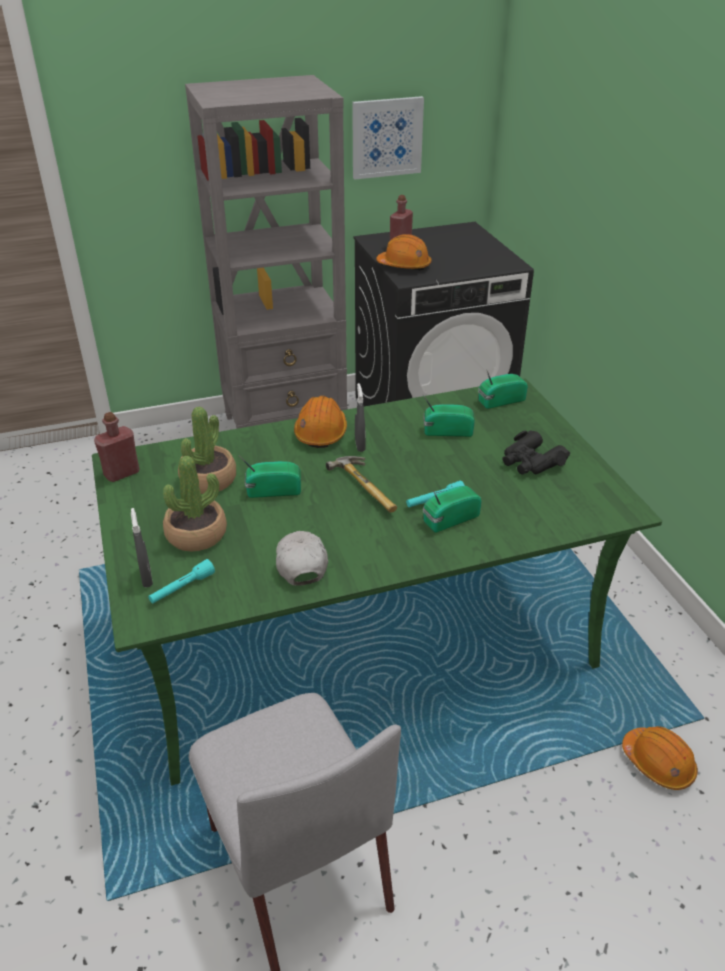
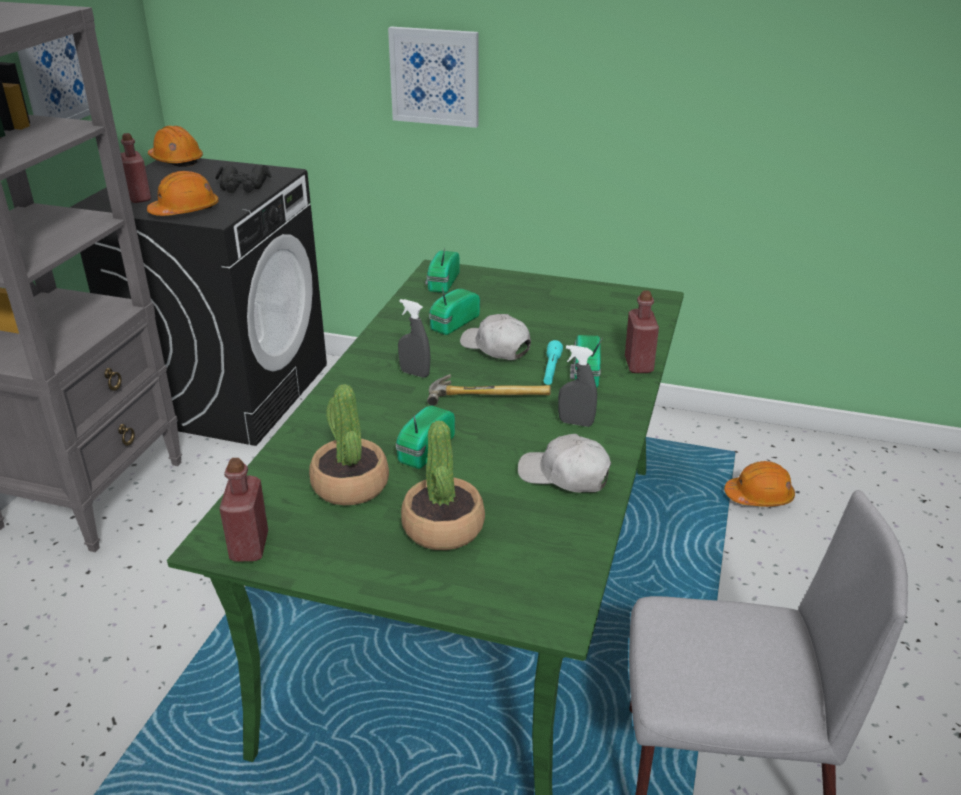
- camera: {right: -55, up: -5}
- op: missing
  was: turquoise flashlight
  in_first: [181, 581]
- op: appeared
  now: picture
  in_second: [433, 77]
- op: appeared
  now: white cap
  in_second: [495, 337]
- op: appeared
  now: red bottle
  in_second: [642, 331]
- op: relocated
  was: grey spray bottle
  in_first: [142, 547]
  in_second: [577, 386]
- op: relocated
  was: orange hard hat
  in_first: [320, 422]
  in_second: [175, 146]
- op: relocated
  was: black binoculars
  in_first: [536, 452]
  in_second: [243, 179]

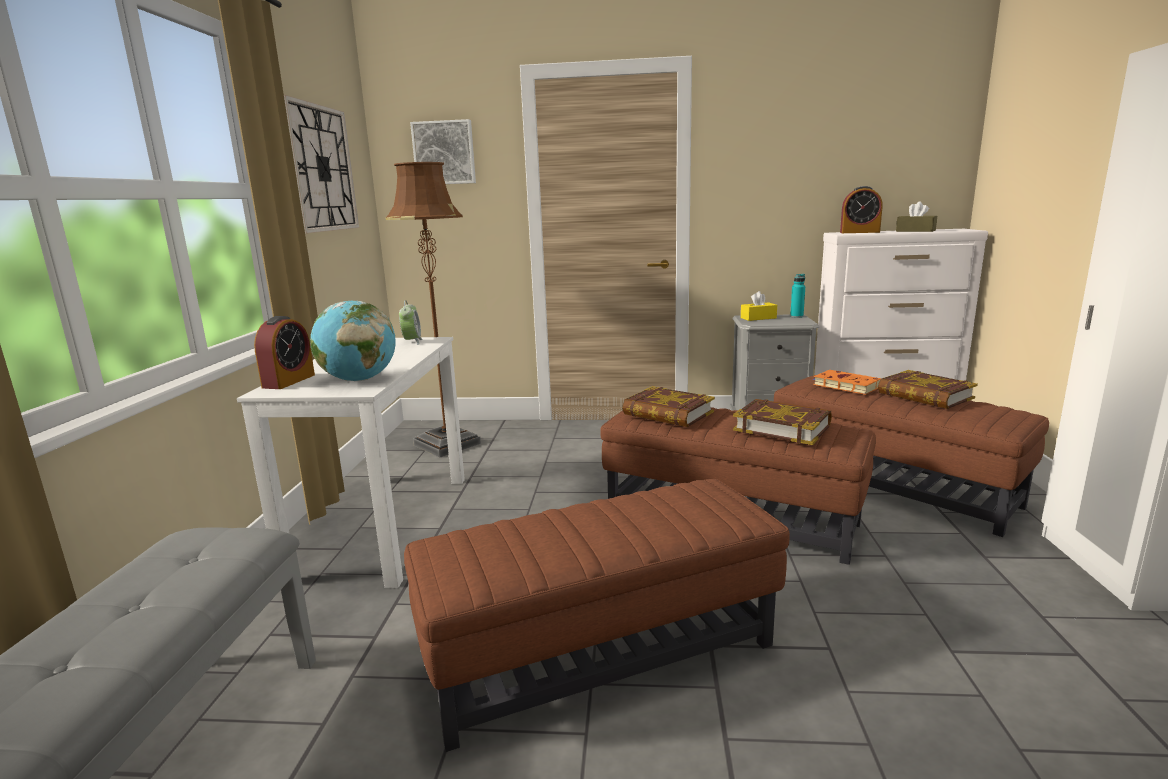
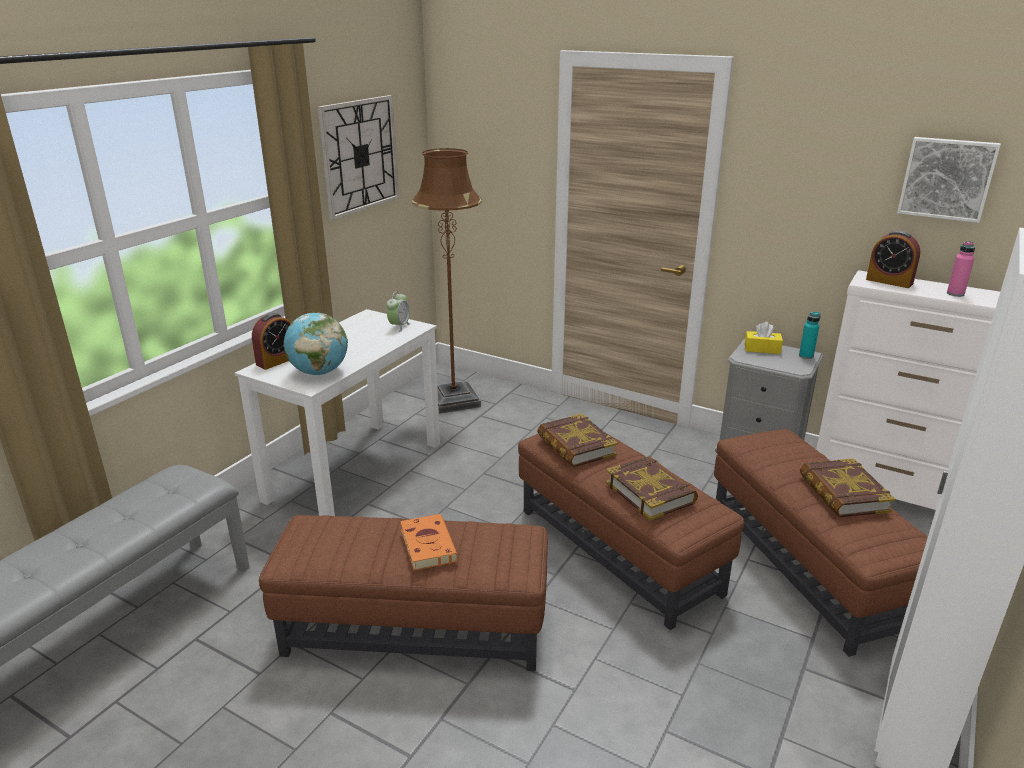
- camera: {right: 25, up: 10}
- op: relocated
  was: picture
  in_first: [443, 151]
  in_second: [949, 180]
- op: relocated
  was: orange book
  in_first: [847, 382]
  in_second: [429, 542]
- op: exchanged
  was: brown tissue box
  now: pink bottle
  in_first: [916, 217]
  in_second: [961, 269]

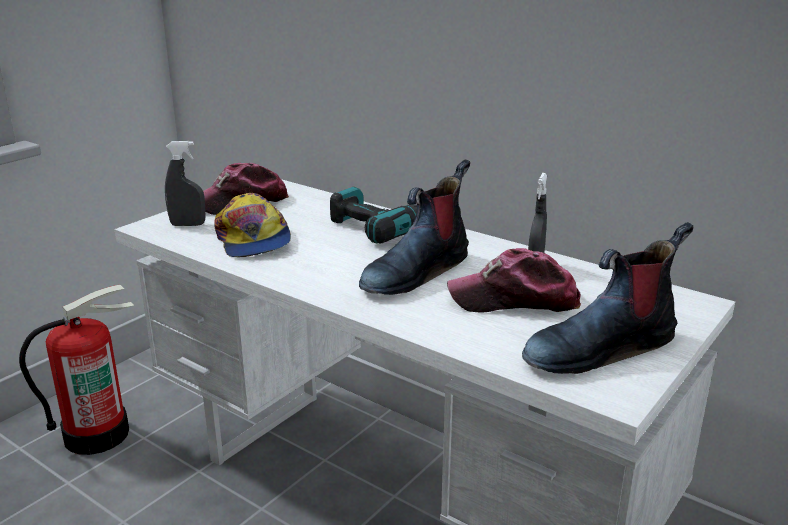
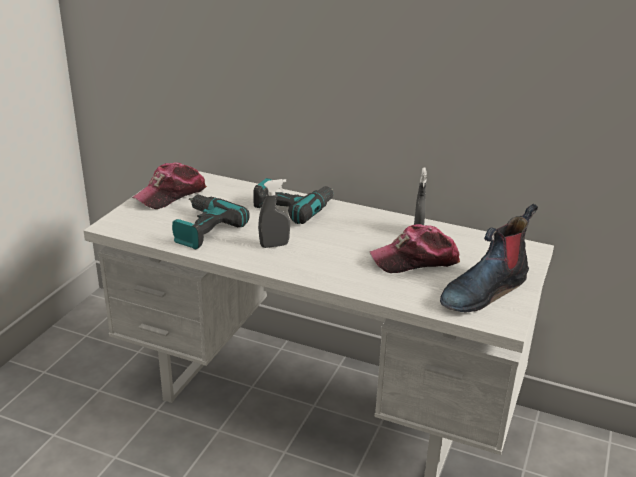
- camera: {right: -15, up: 5}
- op: missing
  was: fire extinguisher
  in_first: [76, 370]
- op: missing
  was: boot
  in_first: [414, 227]
- op: relocated
  was: grey spray bottle
  in_first: [185, 183]
  in_second: [274, 213]
- op: exchanged
  was: cap
  now: power drill
  in_first: [252, 225]
  in_second: [211, 222]

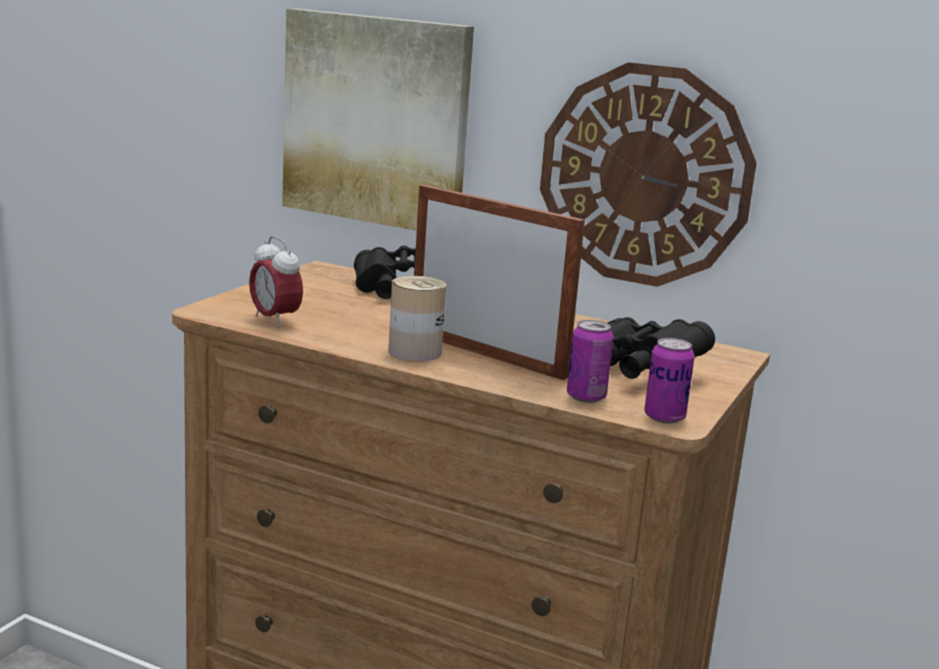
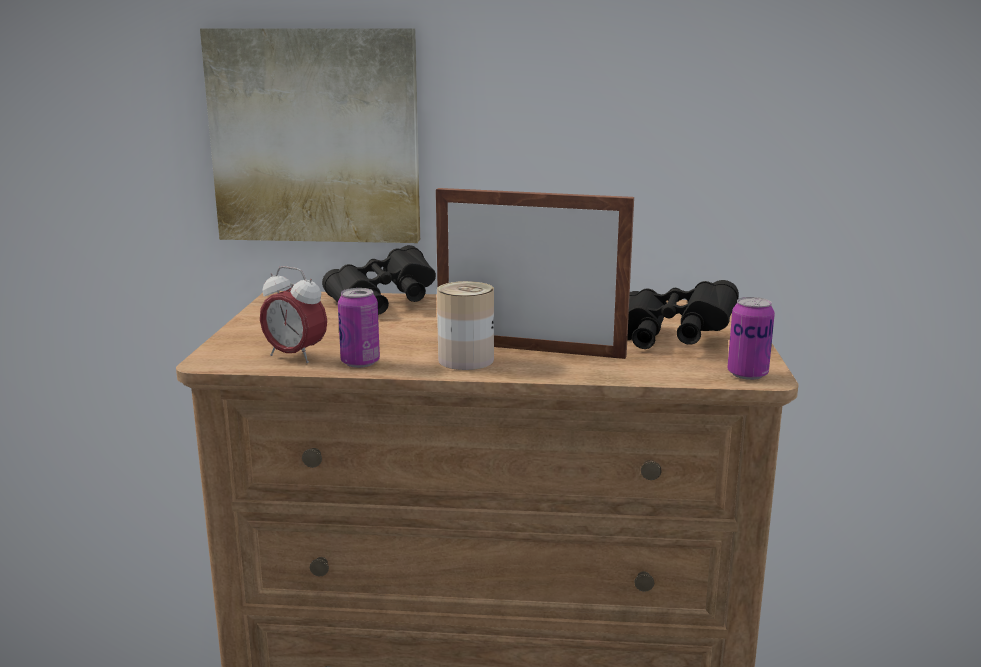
- camera: {right: -20, up: 0}
- op: missing
  was: wall clock
  in_first: [648, 174]
- op: relocated
  was: can
  in_first: [590, 361]
  in_second: [359, 328]

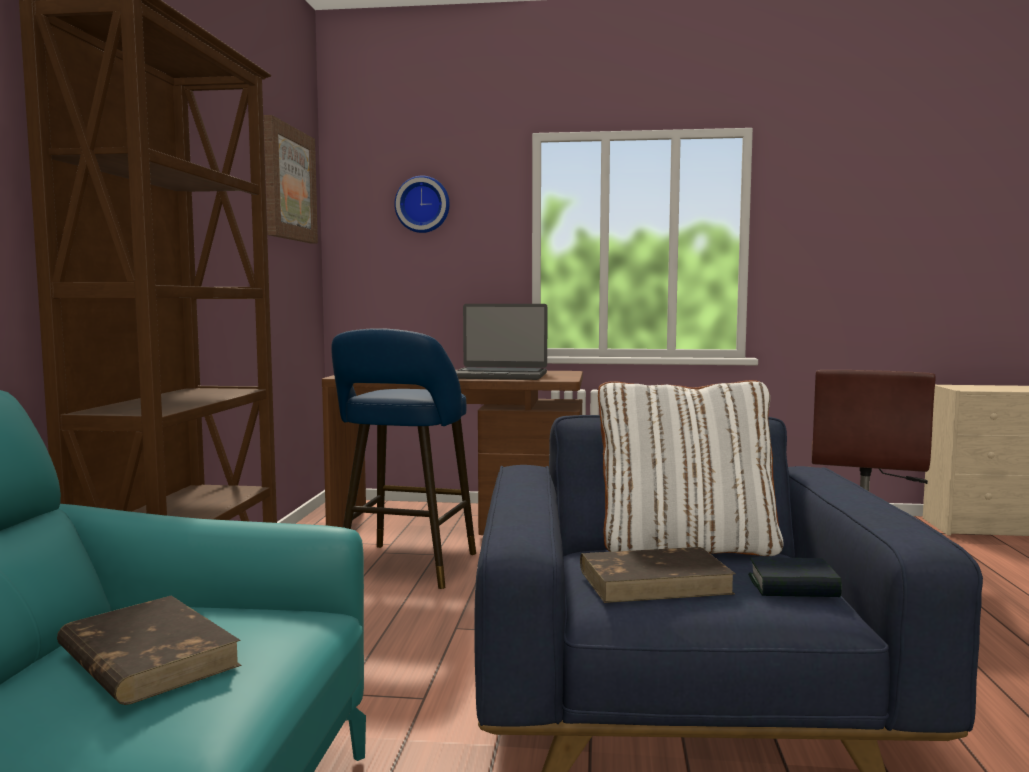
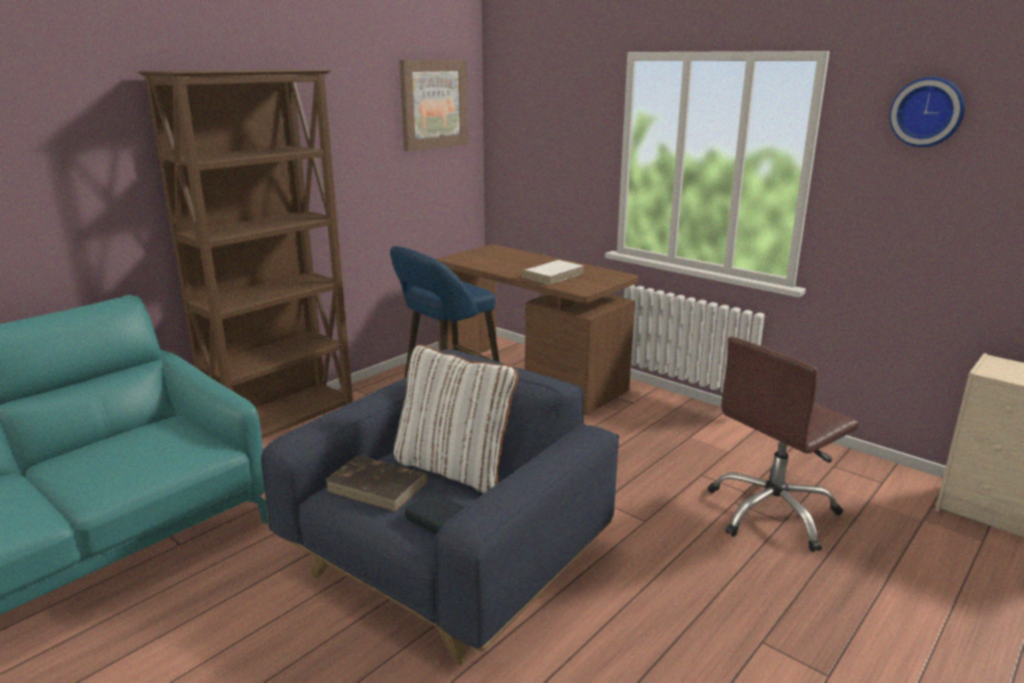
- camera: {right: 35, up: 15}
- op: missing
  was: brown book
  in_first: [149, 650]
- op: relocated
  was: wall clock
  in_first: [422, 204]
  in_second: [927, 112]
- op: exchanged
  was: laptop
  now: white book
  in_first: [502, 342]
  in_second: [553, 272]

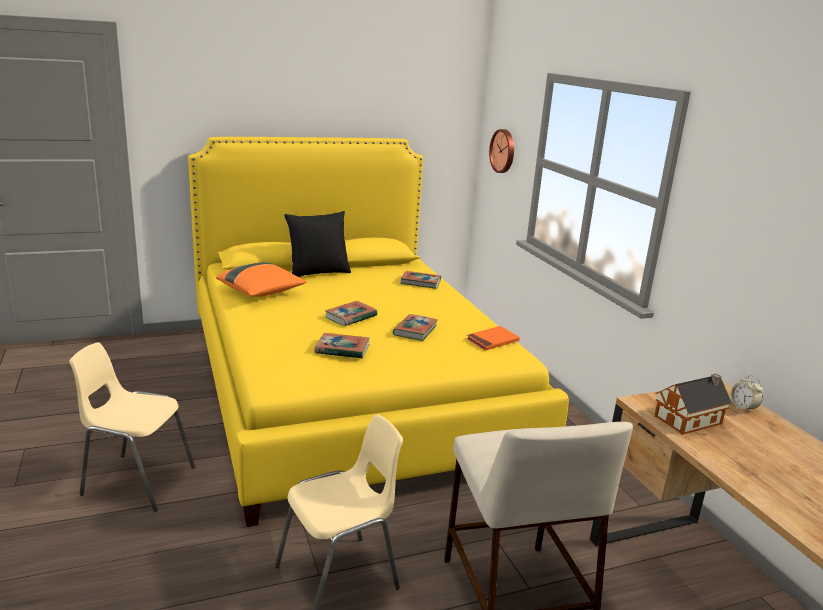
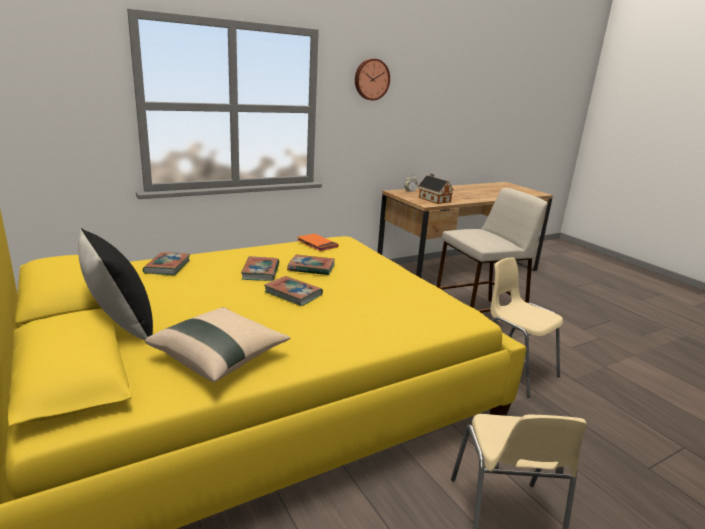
- camera: {right: -100, up: 0}
- op: relocated
  was: book
  in_first: [342, 345]
  in_second: [260, 268]
- op: relocated
  was: wall clock
  in_first: [501, 151]
  in_second: [372, 79]
- op: colour
  was: orange pillow
  now: beige pillow
  in_first: [261, 279]
  in_second: [217, 344]

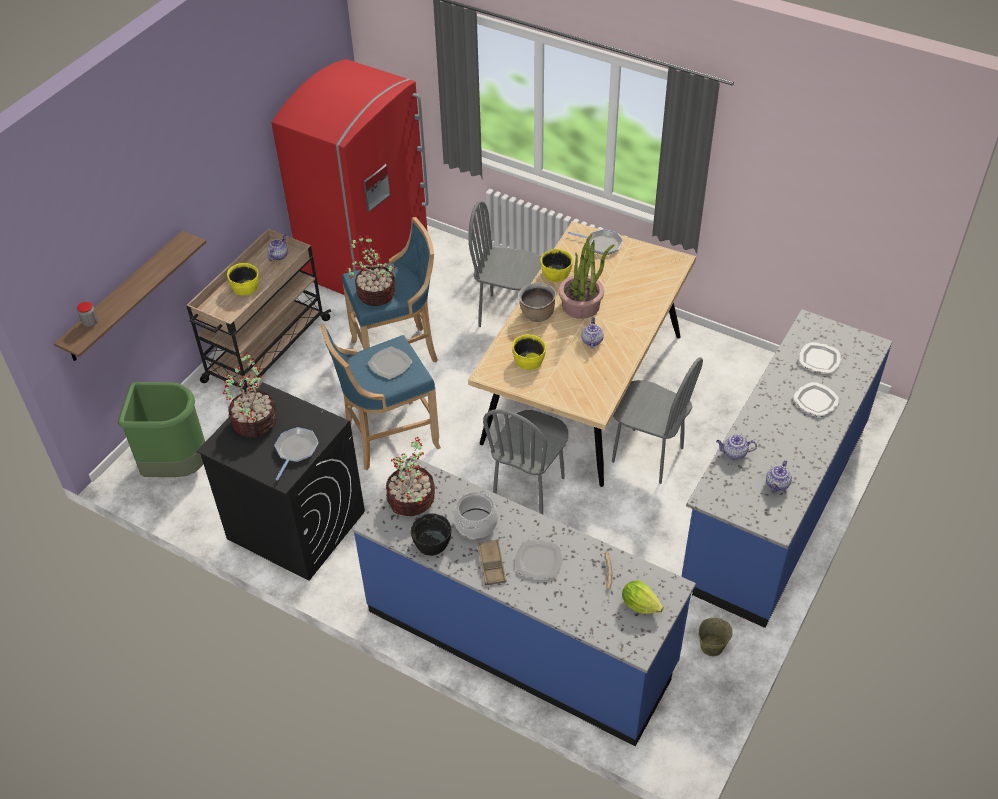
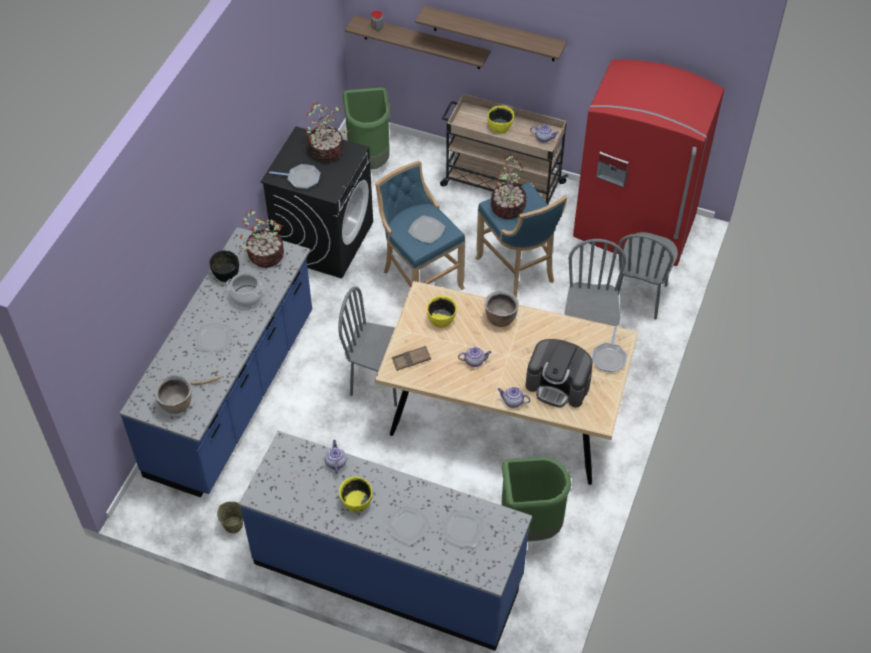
- camera: {right: 80, up: 5}
- op: missing
  was: potted plant
  in_first: [586, 276]
- op: appeared
  now: shelf
  in_second: [491, 33]
- op: appeared
  now: green trash can
  in_second: [536, 499]
- op: appeared
  now: coffee machine
  in_second: [559, 373]
- op: relocated
  was: brown tray
  in_first: [492, 562]
  in_second: [411, 358]
- op: relocated
  was: yellow bowl
  in_first: [556, 265]
  in_second: [355, 494]
- op: relocated
  was: grey chair
  in_first: [657, 420]
  in_second: [647, 276]
- op: relocated
  was: teapot
  in_first: [779, 476]
  in_second: [513, 397]
- op: exchanged
  was: lettuce
  now: brown cooking pot
  in_first: [643, 597]
  in_second: [173, 394]

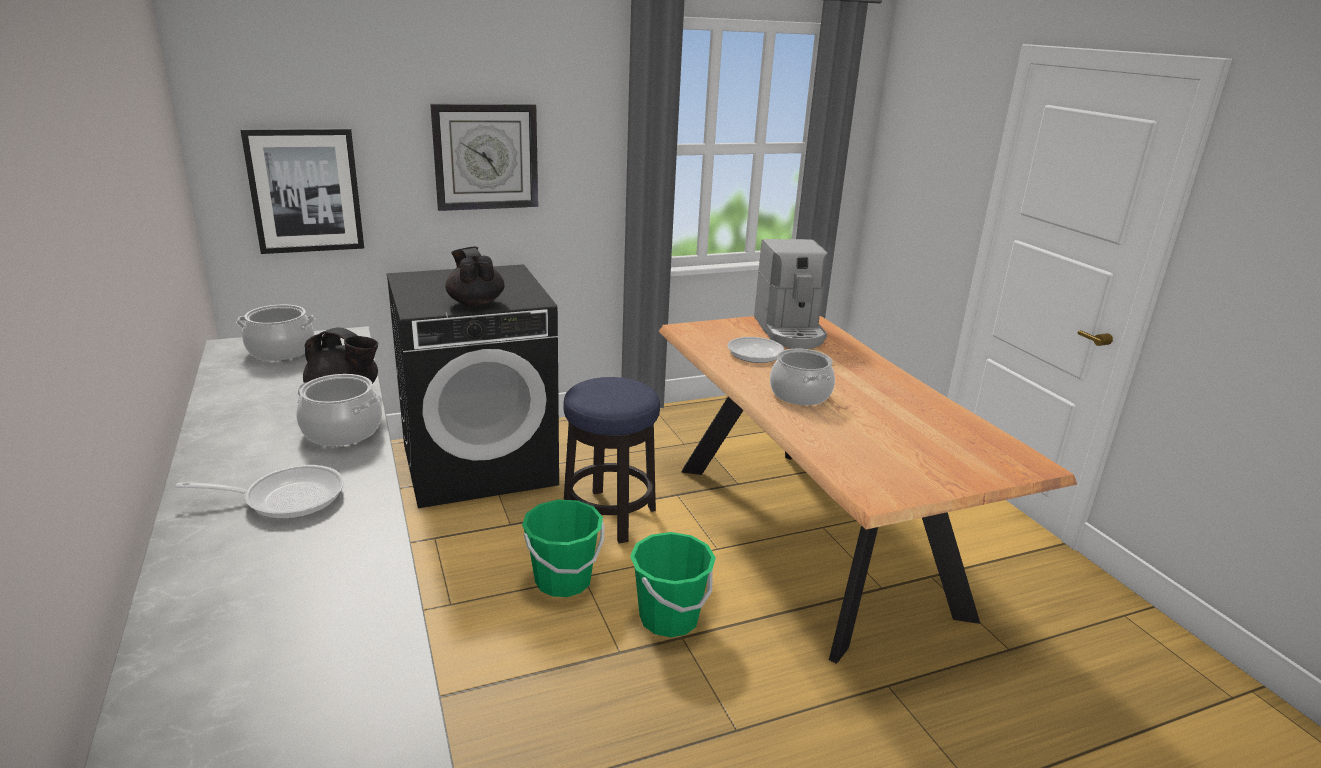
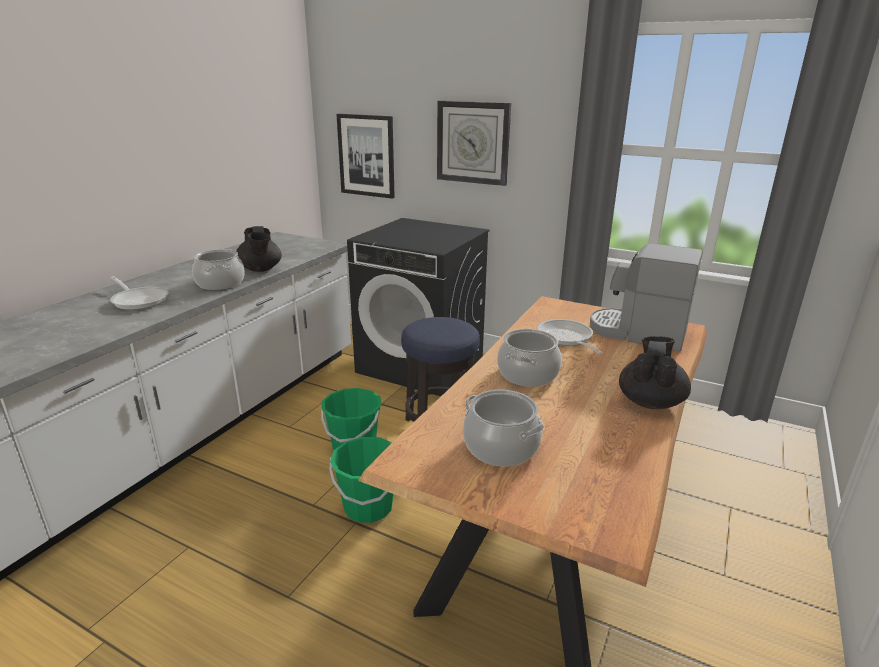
- camera: {right: 50, up: 0}
- op: relocated
  was: cooking pot
  in_first: [276, 333]
  in_second: [504, 428]
- op: relocated
  was: black teapot
  in_first: [475, 276]
  in_second: [655, 372]
- op: spun
  was: coffee machine
  in_first: [791, 294]
  in_second: [646, 297]
  clockwise: 75

